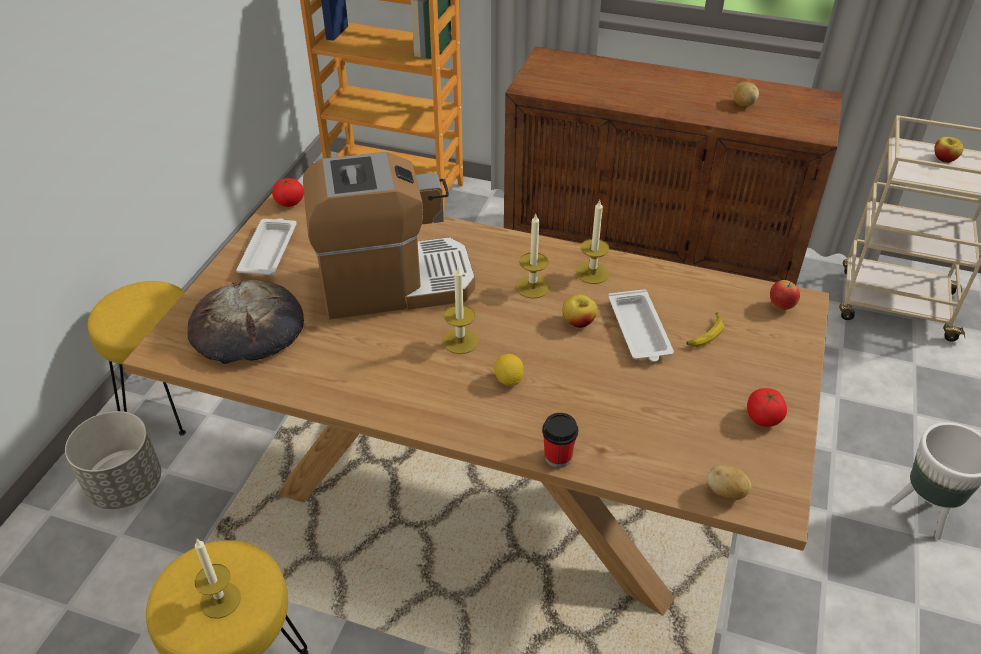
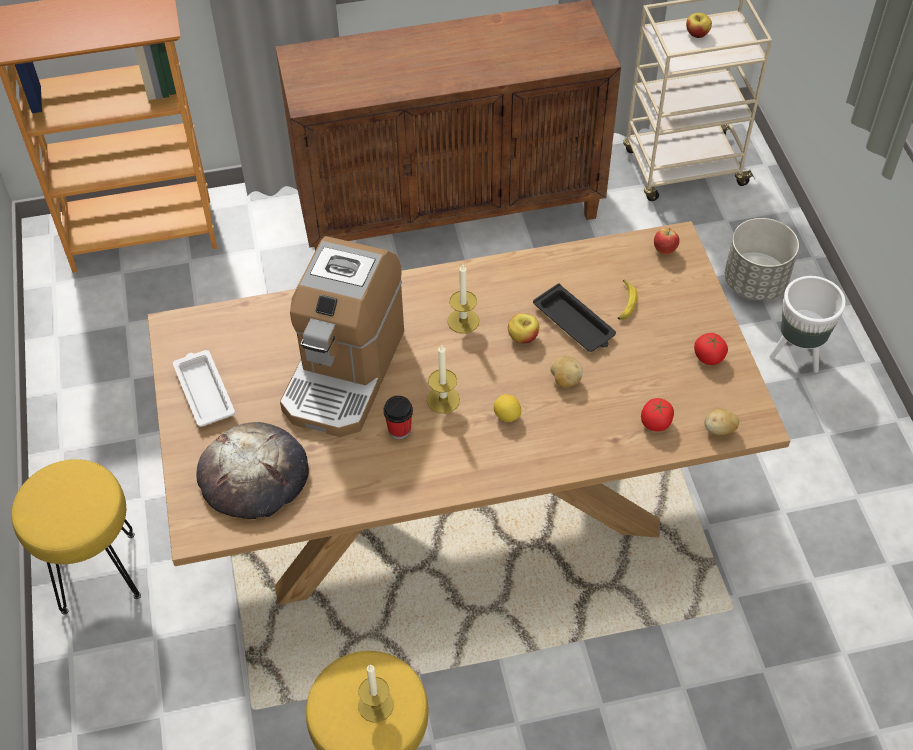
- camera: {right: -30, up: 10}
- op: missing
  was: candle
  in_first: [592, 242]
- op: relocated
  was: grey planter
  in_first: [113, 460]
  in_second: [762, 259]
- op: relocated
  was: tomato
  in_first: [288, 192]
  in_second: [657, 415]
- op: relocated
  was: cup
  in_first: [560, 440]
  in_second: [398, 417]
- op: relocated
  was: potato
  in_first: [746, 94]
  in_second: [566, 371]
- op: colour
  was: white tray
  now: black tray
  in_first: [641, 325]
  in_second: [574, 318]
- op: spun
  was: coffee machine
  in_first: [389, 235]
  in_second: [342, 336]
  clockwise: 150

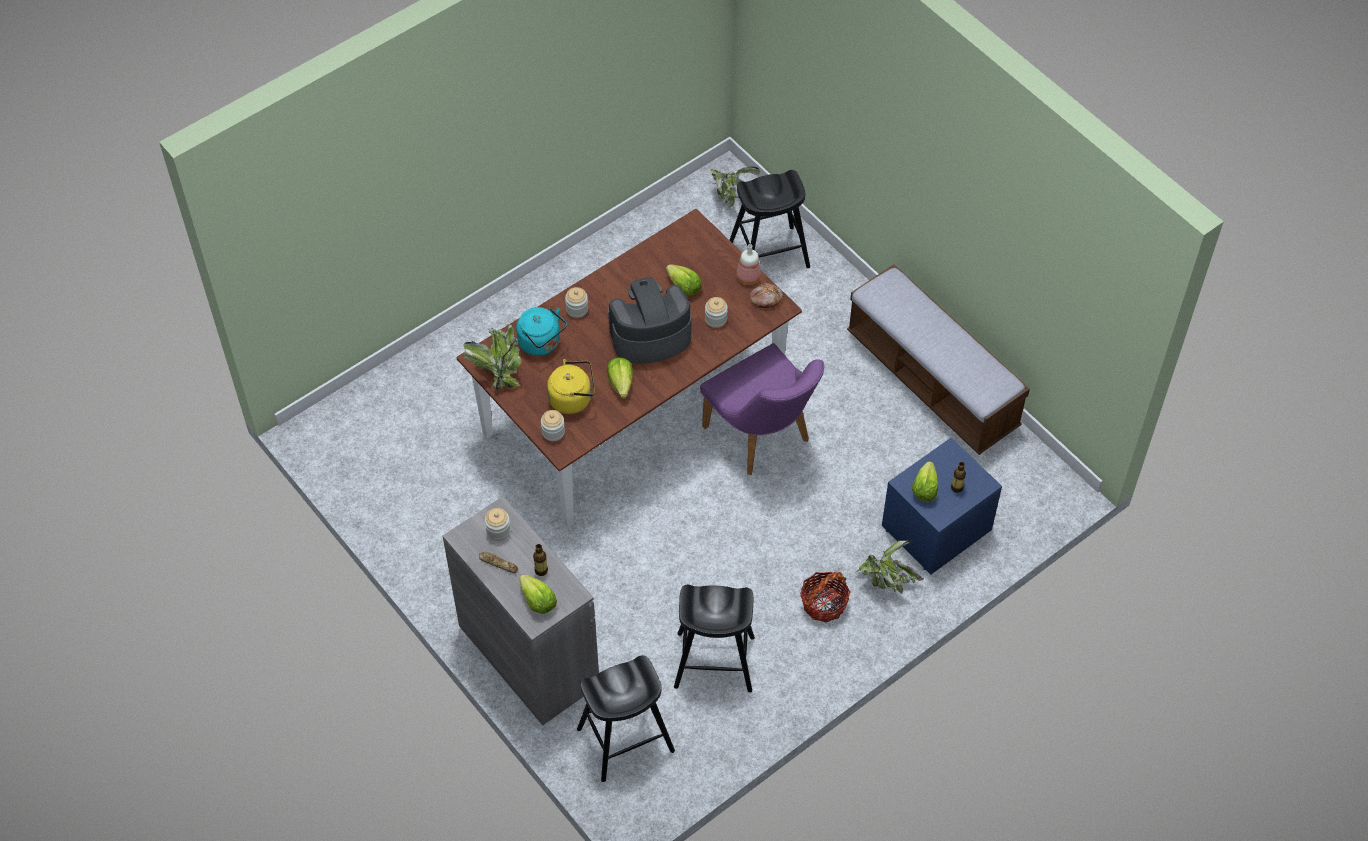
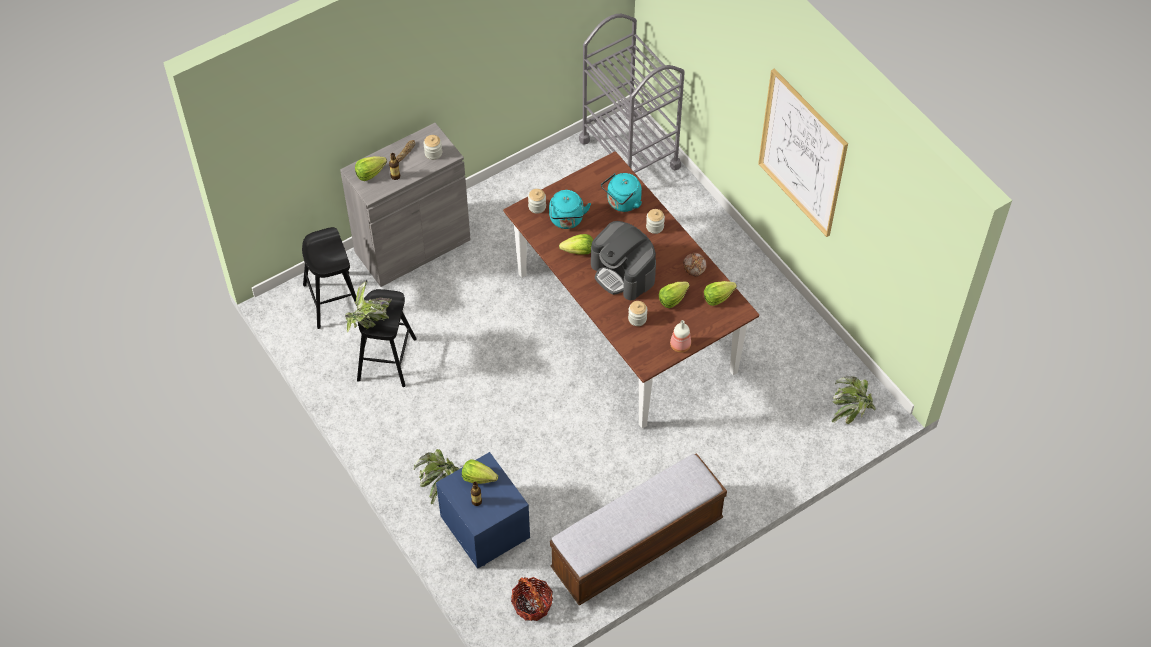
- camera: {right: 95, up: 0}
- op: missing
  was: purple chair
  in_first: [762, 409]
- op: missing
  was: black stool
  in_first: [770, 219]
- op: appeared
  now: grey cart
  in_second: [632, 93]
- op: appeared
  now: lettuce
  in_second: [720, 293]
- op: appeared
  now: picture
  in_second: [803, 152]
- op: relocated
  was: potted plant
  in_first: [492, 356]
  in_second: [368, 306]
- op: relocated
  was: bread
  in_first: [766, 296]
  in_second: [695, 264]
- op: relocated
  was: basket
  in_first: [825, 597]
  in_second: [532, 599]
- op: colour
  was: yellow kettle
  now: turquoise kettle
  in_first: [571, 386]
  in_second: [570, 209]
- op: spun
  was: coffee machine
  in_first: [649, 321]
  in_second: [623, 260]
  clockwise: 150

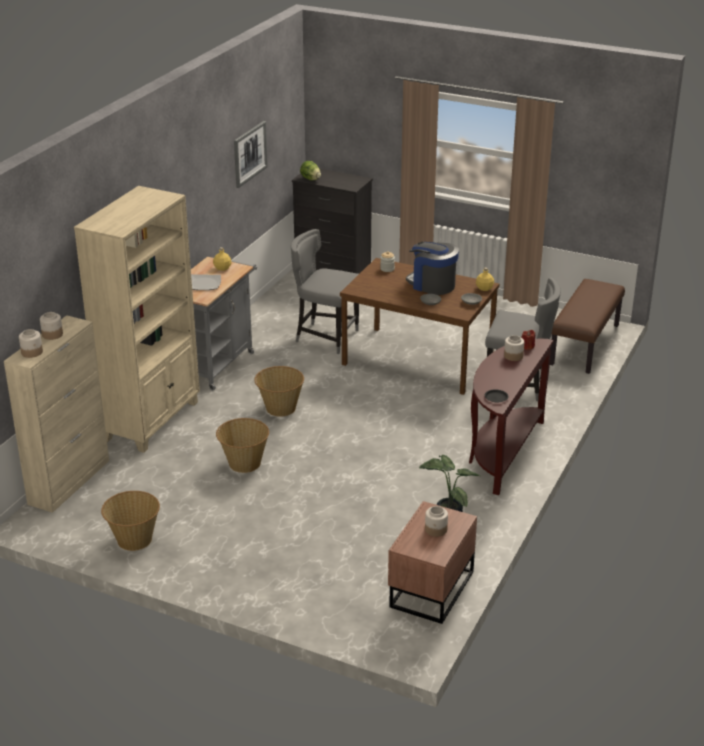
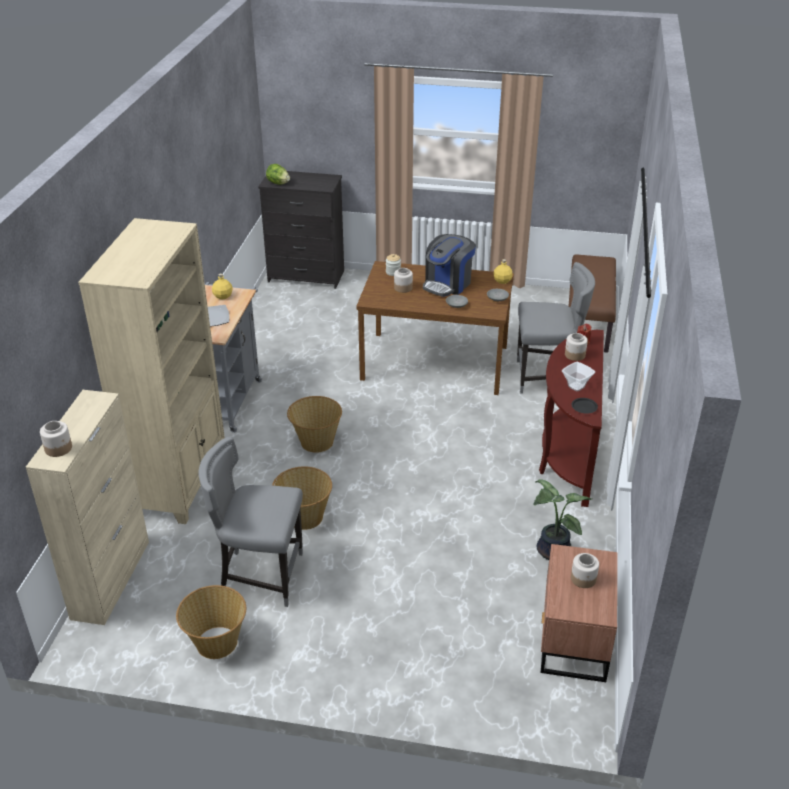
- camera: {right: -15, up: 5}
- op: missing
  was: picture
  in_first: [251, 154]
- op: appeared
  now: bowl
  in_second: [578, 376]
- op: relocated
  was: jar
  in_first: [51, 326]
  in_second: [403, 280]
- op: relocated
  was: grey chair
  in_first: [325, 291]
  in_second: [250, 522]
- op: spun
  was: coffee machine
  in_first: [432, 268]
  in_second: [449, 265]
  clockwise: -75

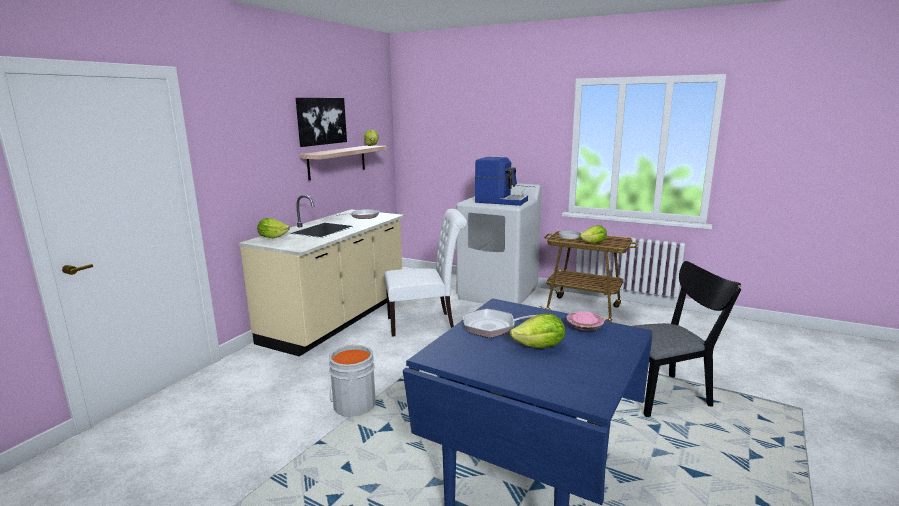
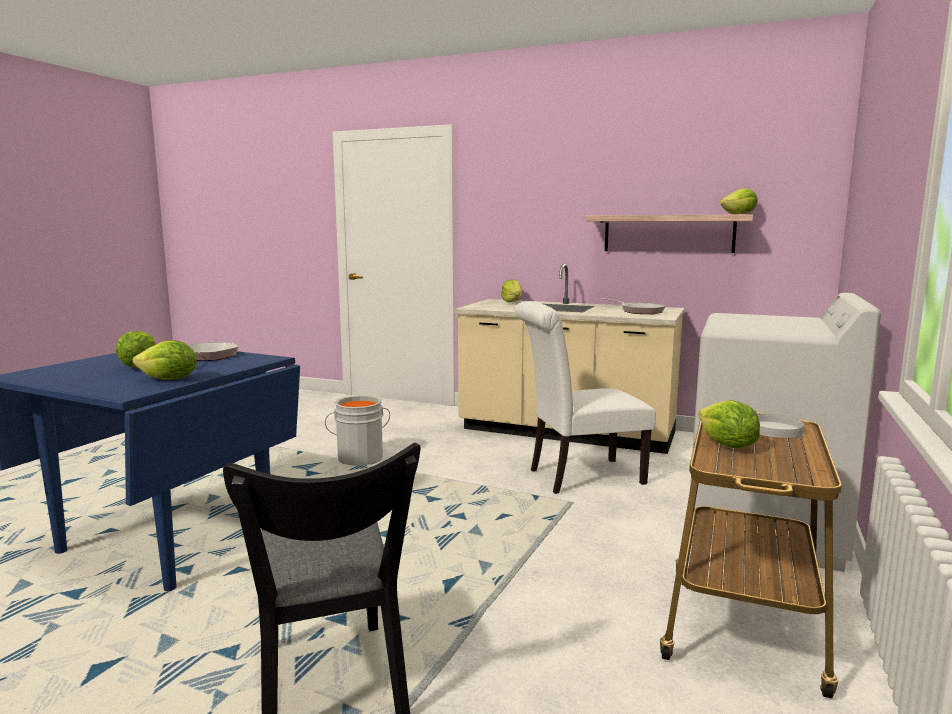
- camera: {right: 85, up: -5}
- op: missing
  was: picture
  in_first: [321, 122]
- op: missing
  was: coffee machine
  in_first: [501, 181]
- op: exchanged
  was: pink plate
  now: lettuce
  in_first: [585, 321]
  in_second: [164, 360]
- op: spun
  was: white chair
  in_first: [425, 273]
  in_second: [585, 397]
  clockwise: 90

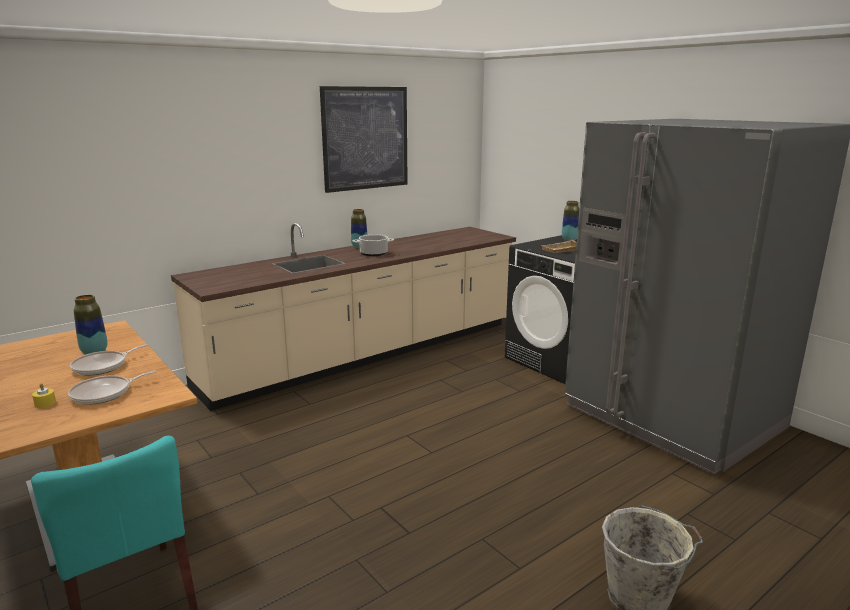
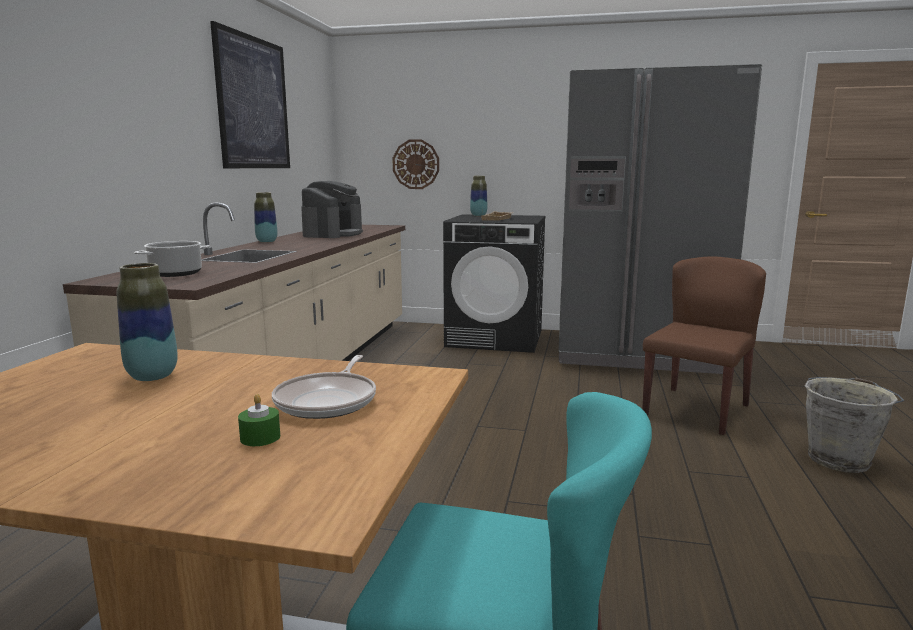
- camera: {right: -40, up: -5}
- op: missing
  was: frying pan
  in_first: [108, 359]
- op: appeared
  now: coffee machine
  in_second: [332, 209]
- op: appeared
  now: wall clock
  in_second: [416, 164]
- op: appeared
  now: brown chair
  in_second: [704, 345]
- op: relocated
  was: cooking pot
  in_first: [373, 245]
  in_second: [172, 259]
- op: colour
  was: yellow candle
  now: green candle
  in_first: [44, 395]
  in_second: [259, 420]

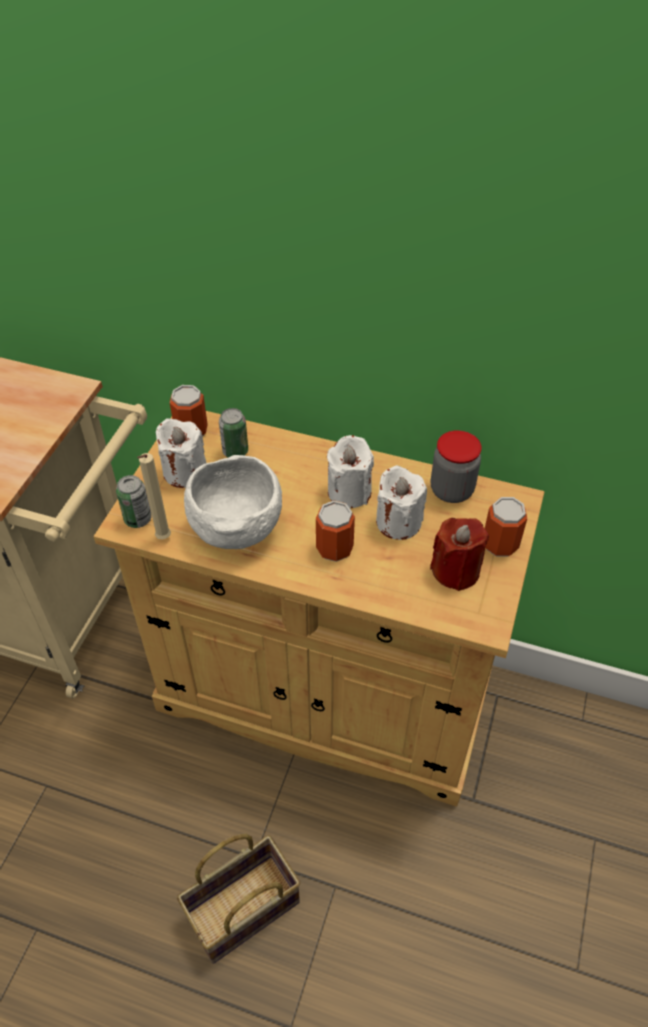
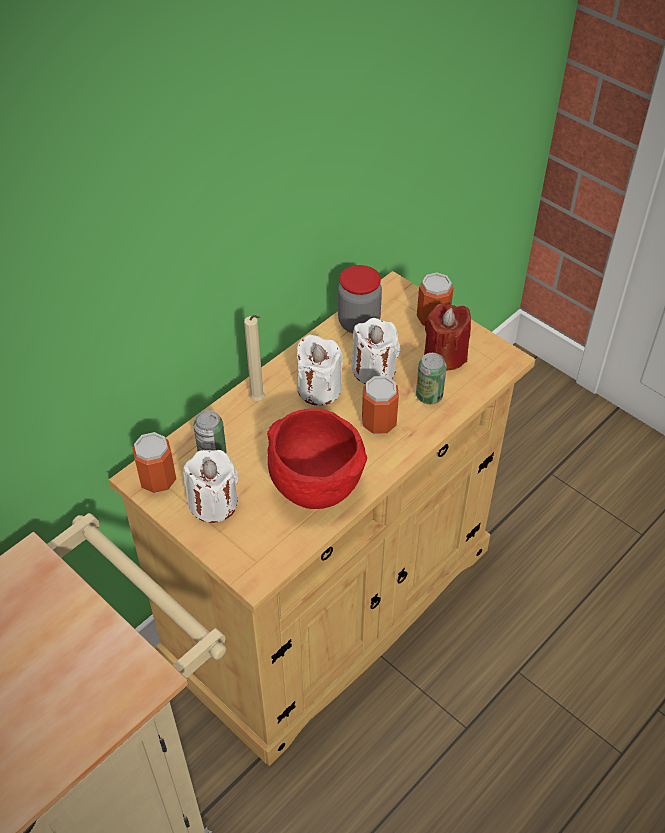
- camera: {right: -65, up: 0}
- op: missing
  was: basket
  in_first: [238, 898]
- op: relocated
  was: can
  in_first: [134, 501]
  in_second: [431, 378]
- op: relocated
  was: beige candle
  in_first: [154, 496]
  in_second: [254, 358]
- op: colour
  was: white bowl
  now: red bowl
  in_first: [233, 502]
  in_second: [317, 458]

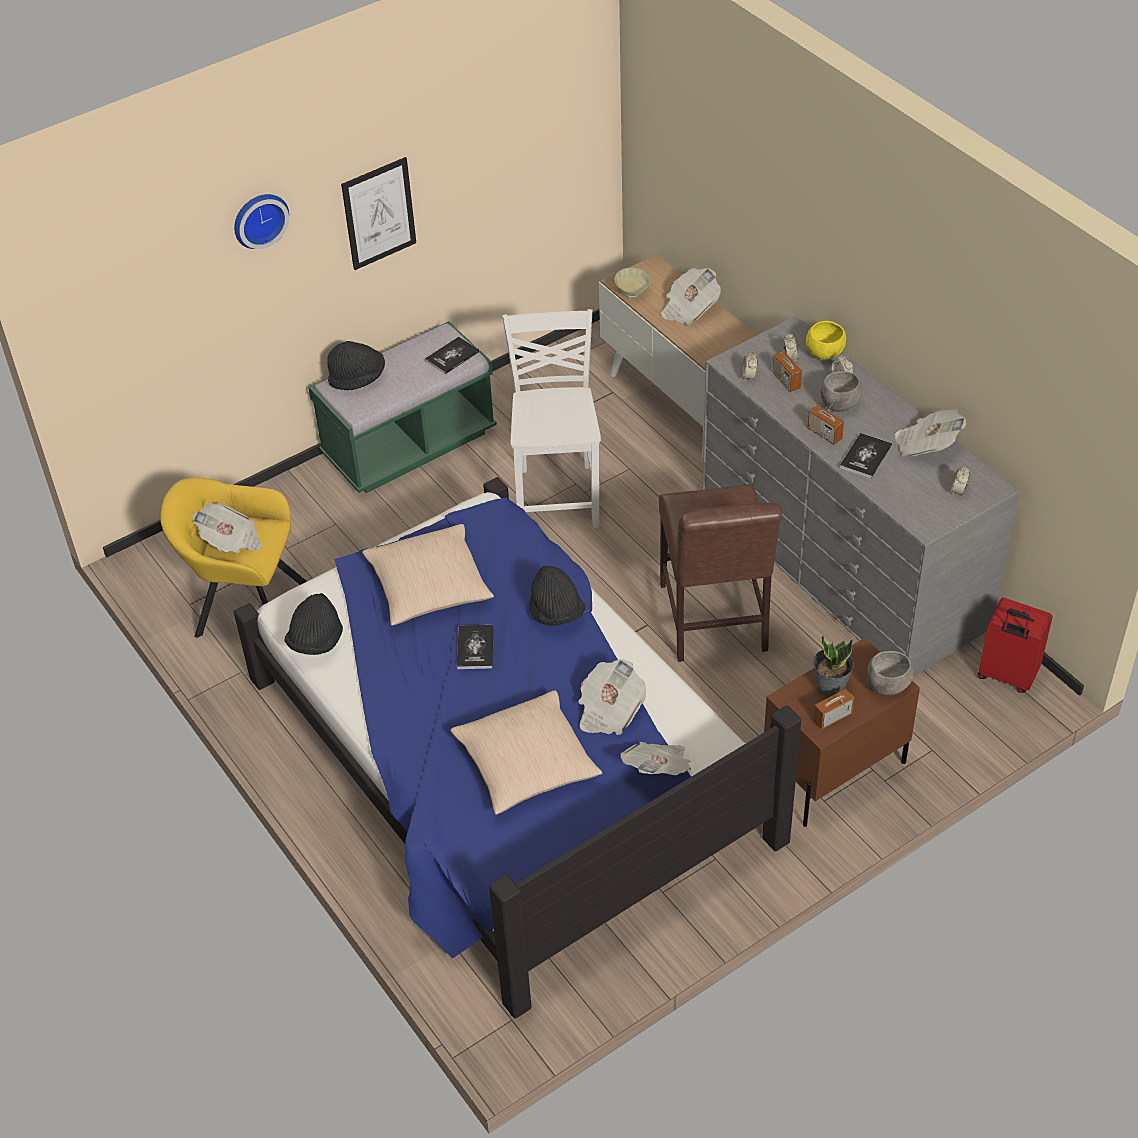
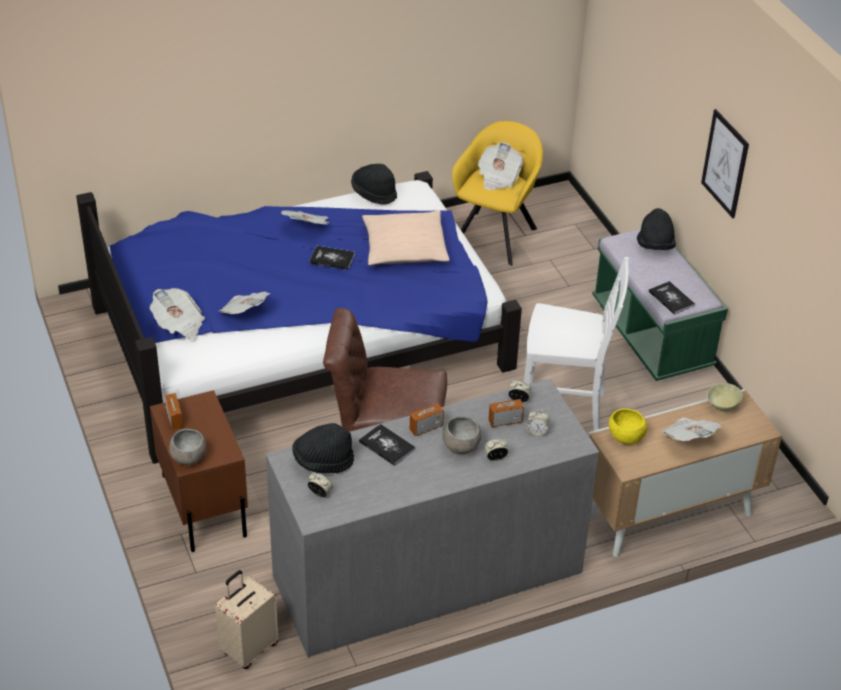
- camera: {right: 100, up: -5}
- op: missing
  was: wall clock
  in_first: [261, 221]
- op: missing
  was: beige pillow
  in_first: [526, 753]
- op: missing
  was: potted plant
  in_first: [833, 666]
- op: relocated
  was: black hat
  in_first: [557, 596]
  in_second: [323, 448]
- op: relocated
  was: yellow bowl
  in_first: [826, 340]
  in_second: [628, 426]
- op: relocated
  was: newspaper
  in_first: [930, 433]
  in_second: [305, 218]
- op: colour
  was: red suitcase
  now: beige suitcase
  in_first: [1015, 645]
  in_second: [246, 619]

